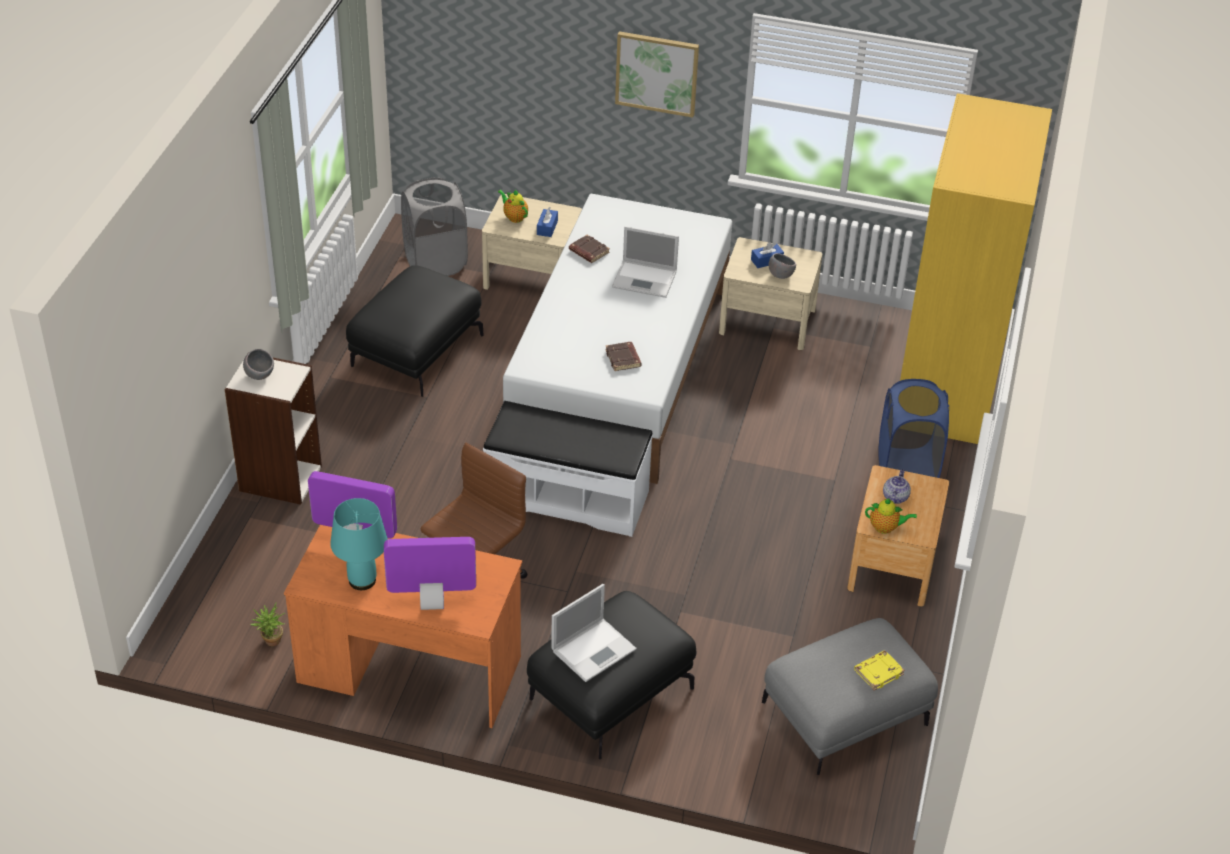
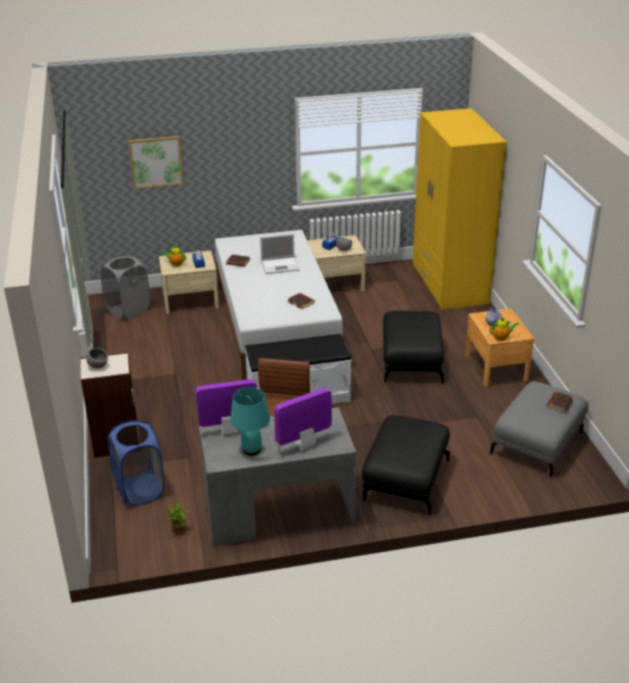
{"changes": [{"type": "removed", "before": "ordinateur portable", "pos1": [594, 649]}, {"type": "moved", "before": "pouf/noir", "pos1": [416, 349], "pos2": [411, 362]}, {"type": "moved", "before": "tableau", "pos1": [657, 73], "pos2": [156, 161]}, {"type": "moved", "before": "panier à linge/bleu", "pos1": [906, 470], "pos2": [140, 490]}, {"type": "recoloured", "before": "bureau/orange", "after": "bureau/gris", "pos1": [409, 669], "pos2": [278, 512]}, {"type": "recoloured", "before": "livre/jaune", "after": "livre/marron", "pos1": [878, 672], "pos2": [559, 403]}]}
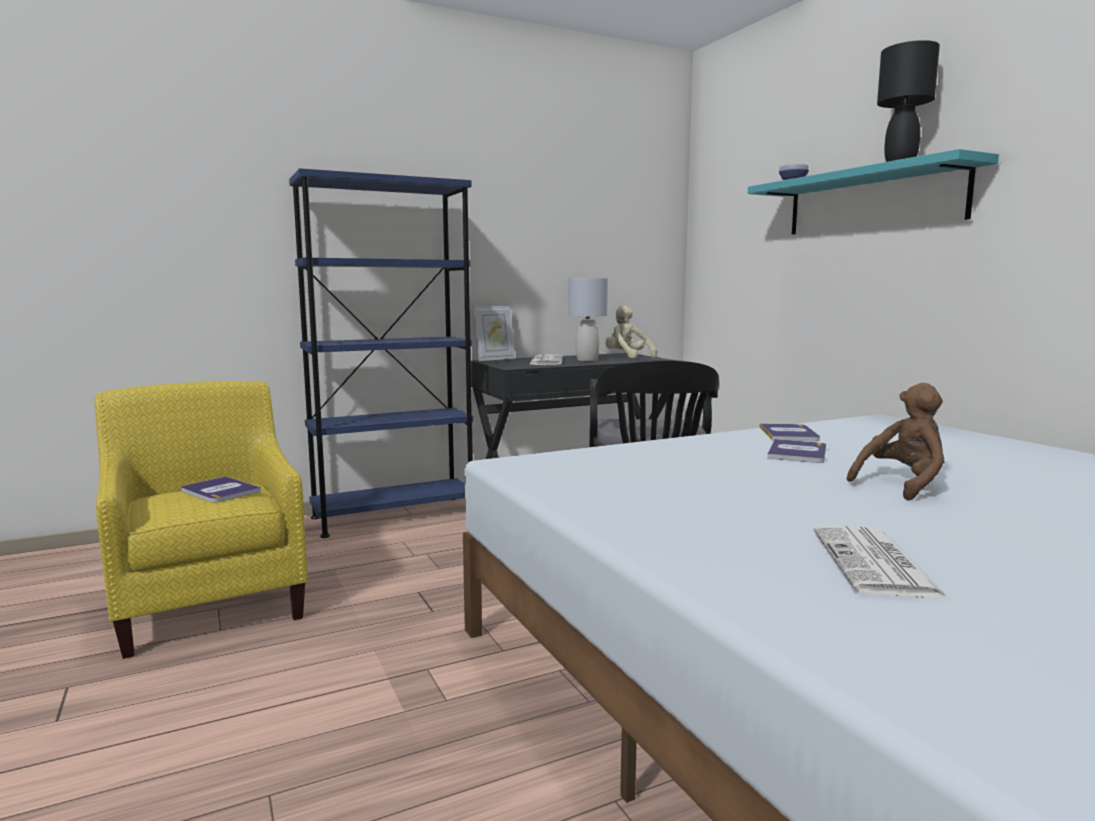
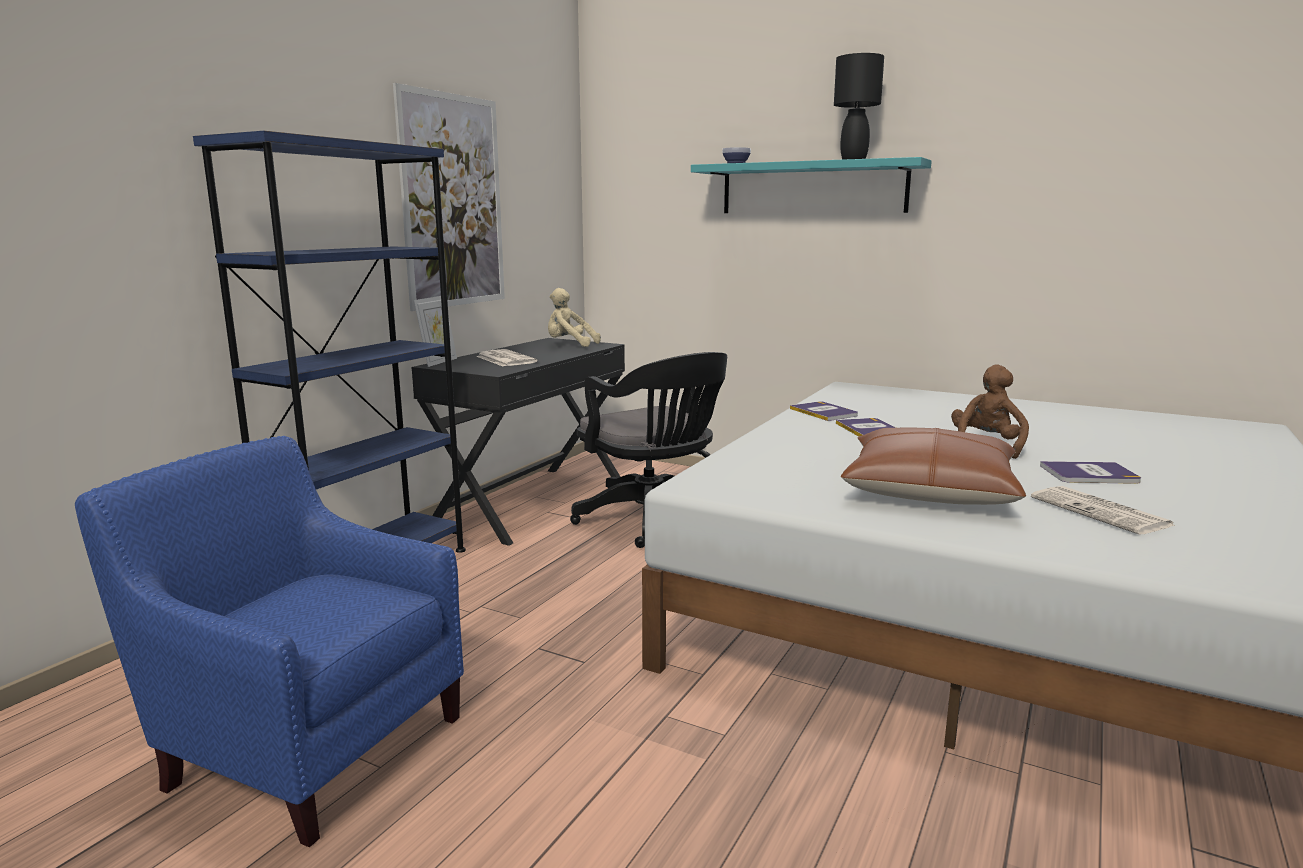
{"changes": [{"type": "removed", "before": "lampe de table/gris", "pos1": [587, 360]}, {"type": "added", "after": "tableau", "pos2": [453, 202]}, {"type": "added", "after": "coussin/marron", "pos2": [929, 490]}, {"type": "moved", "before": "livre", "pos1": [220, 491], "pos2": [1089, 474]}, {"type": "recoloured", "before": "fauteuil/jaune", "after": "fauteuil/bleu", "pos1": [211, 602], "pos2": [309, 742]}]}
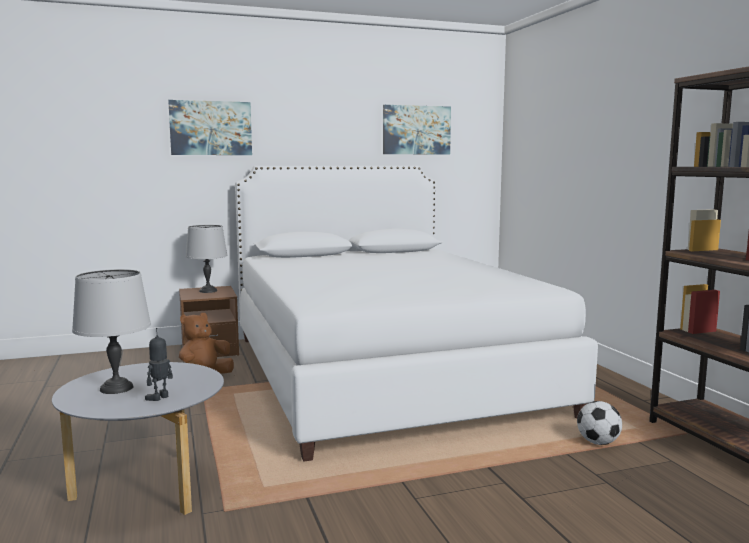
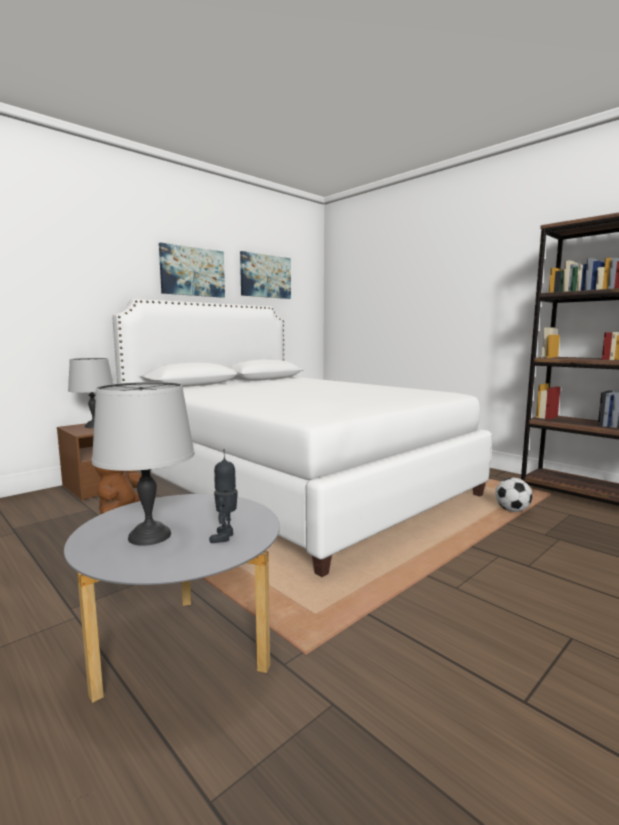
{"changes": [{"type": "moved", "before": "tableau", "pos1": [211, 128], "pos2": [192, 271]}]}
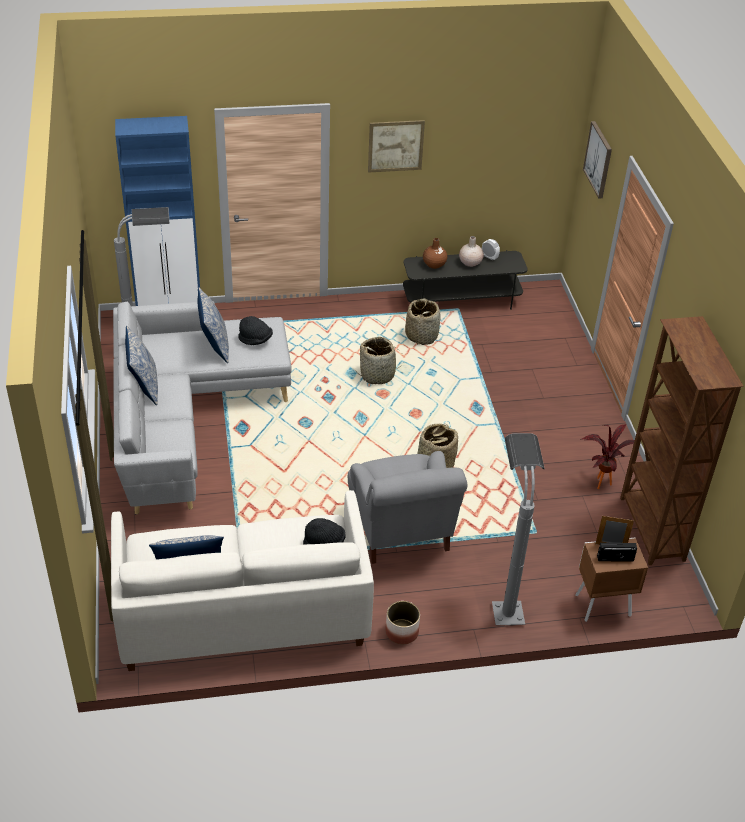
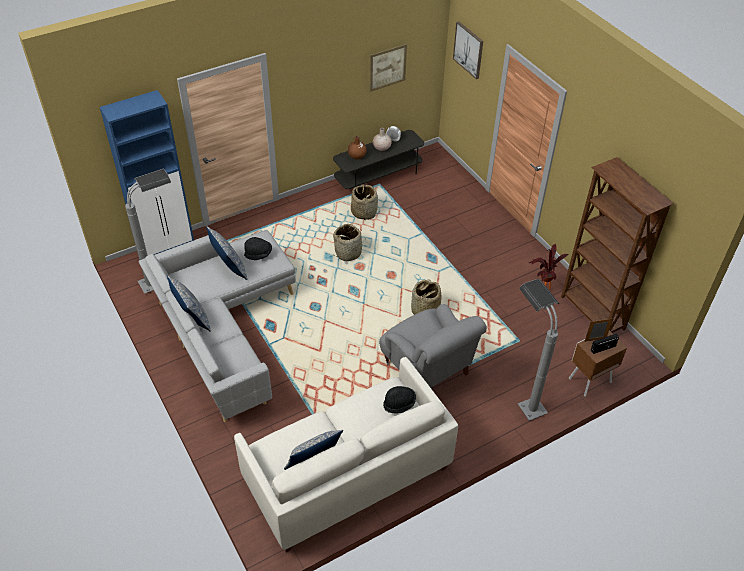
{"changes": [{"type": "removed", "before": "cache-pot", "pos1": [401, 632]}, {"type": "moved", "before": "tableau", "pos1": [395, 146], "pos2": [387, 67]}]}
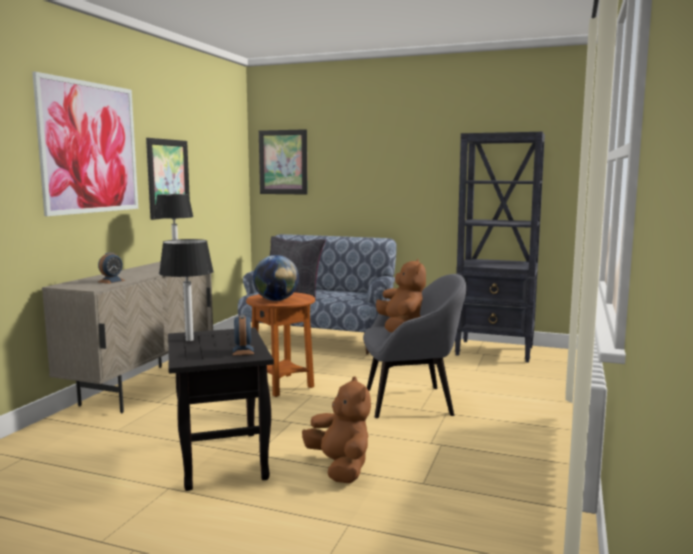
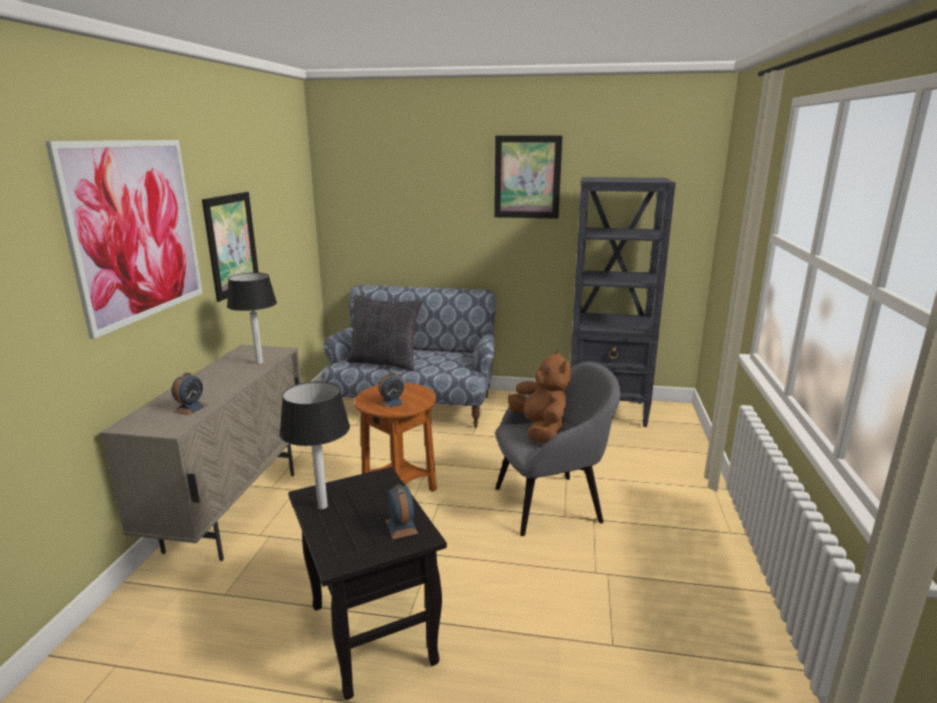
{"changes": [{"type": "removed", "before": "peluche/marron", "pos1": [340, 467]}, {"type": "moved", "before": "tableau", "pos1": [283, 162], "pos2": [527, 177]}, {"type": "replaced", "before": "globe", "after": "réveil", "pos1": [276, 300], "pos2": [392, 403]}]}
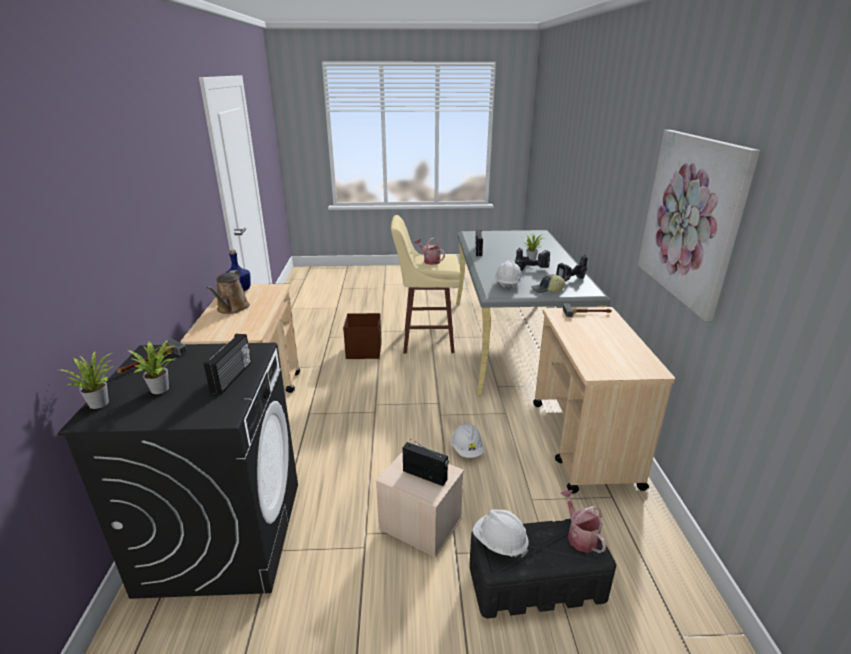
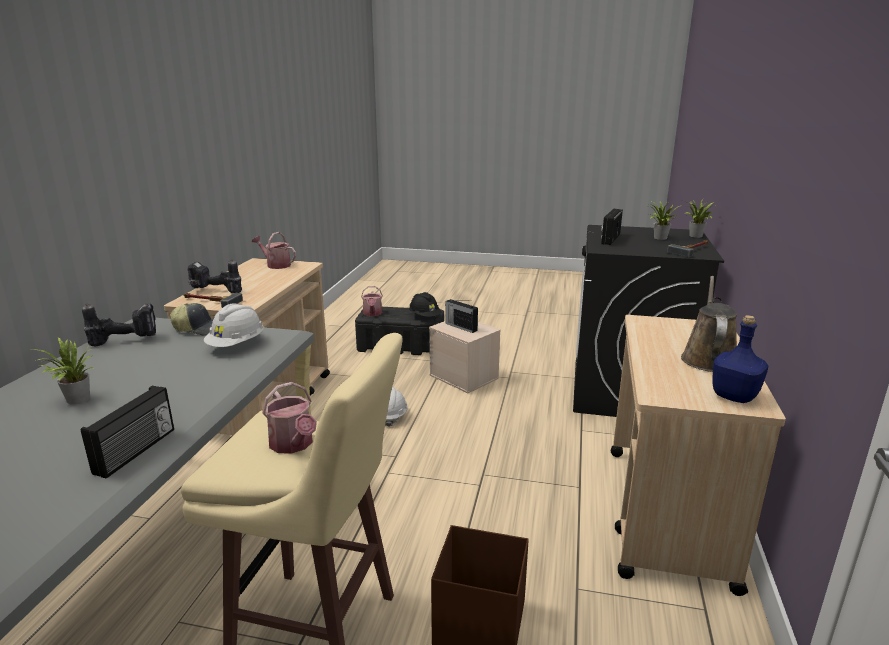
{"changes": [{"type": "removed", "before": "tableau", "pos1": [691, 219]}, {"type": "added", "after": "arrosoir", "pos2": [276, 265]}, {"type": "moved", "before": "perceuse", "pos1": [532, 269], "pos2": [215, 291]}, {"type": "recoloured", "before": "casque de chantier/blanc", "after": "casque de chantier/noir", "pos1": [499, 543], "pos2": [425, 317]}]}
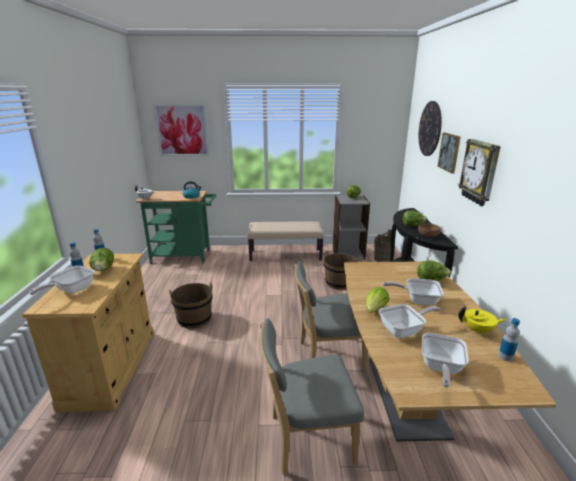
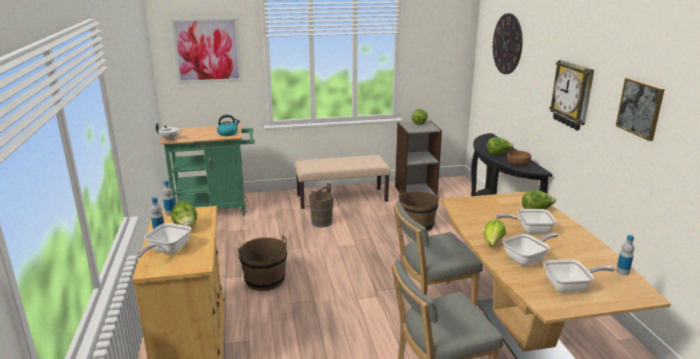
{"changes": [{"type": "removed", "before": "théière/jaune", "pos1": [478, 330]}, {"type": "moved", "before": "seau/marron", "pos1": [382, 259], "pos2": [322, 222]}, {"type": "moved", "before": "tableau", "pos1": [449, 152], "pos2": [640, 108]}, {"type": "turned", "before": "poêle", "pos1": [440, 368], "pos2": [570, 287], "turn": -105}]}
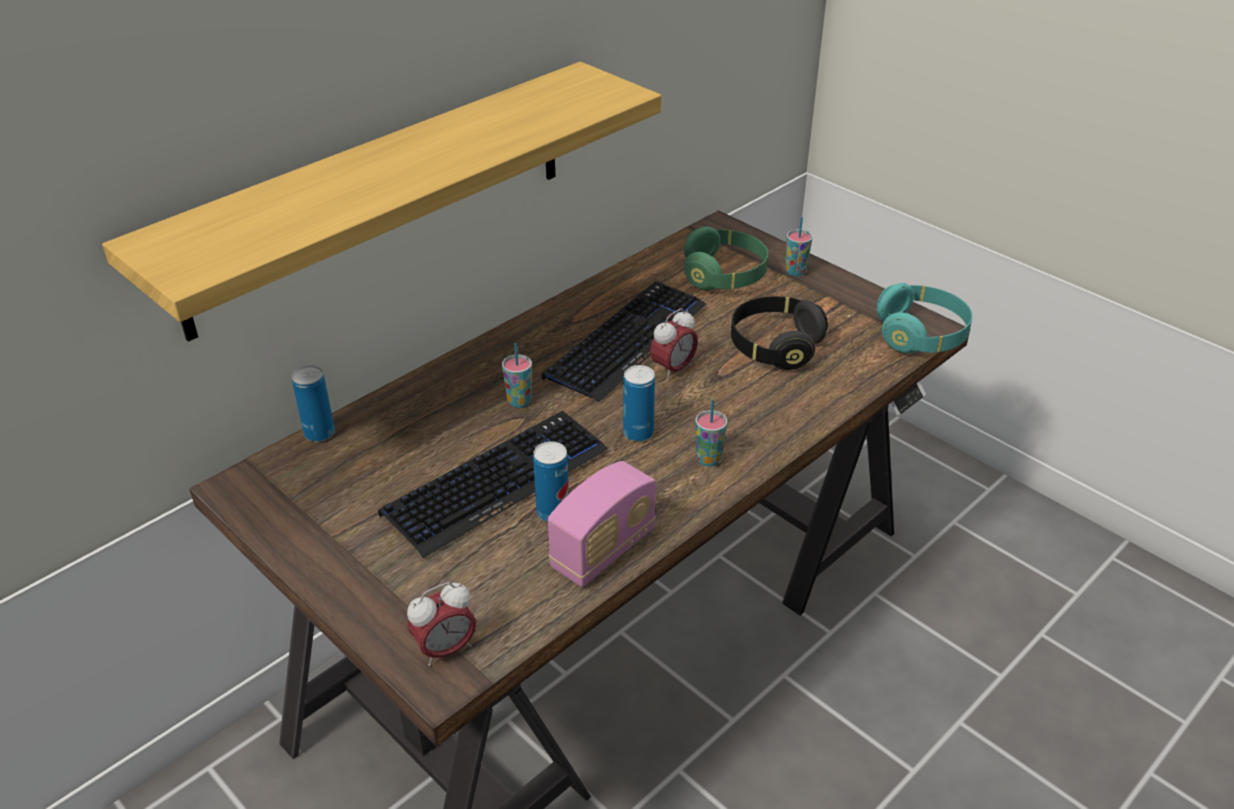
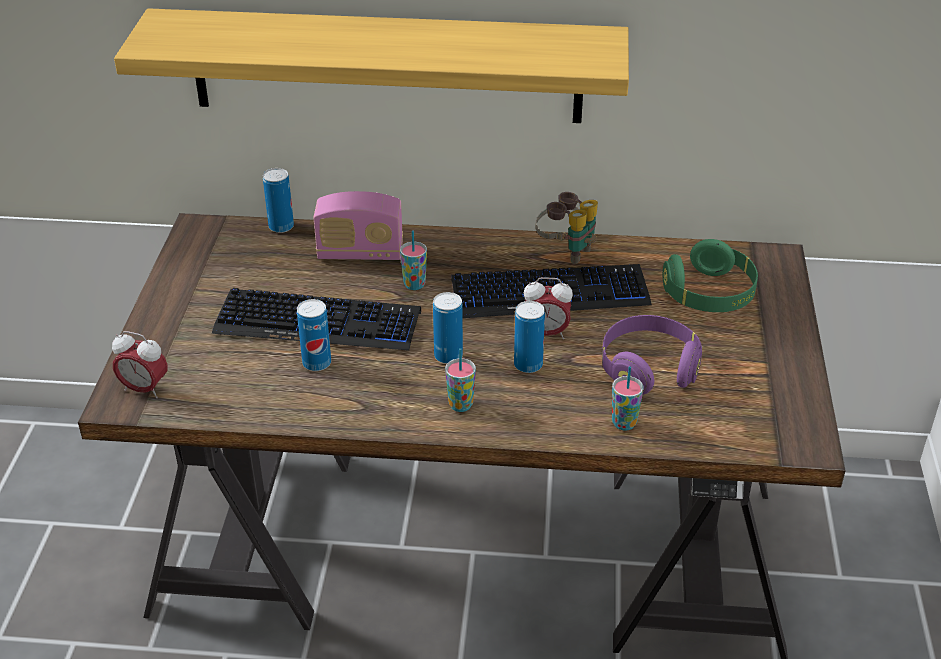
{"changes": [{"type": "removed", "before": "casque audio/turquoise", "pos1": [921, 335]}, {"type": "added", "after": "boîte métallique", "pos2": [528, 365]}, {"type": "added", "after": "jumelles", "pos2": [566, 251]}, {"type": "moved", "before": "radio", "pos1": [603, 550], "pos2": [360, 253]}, {"type": "moved", "before": "tasse", "pos1": [795, 271], "pos2": [624, 423]}, {"type": "recoloured", "before": "casque audio/noir", "after": "casque audio/violet", "pos1": [774, 347], "pos2": [648, 369]}]}
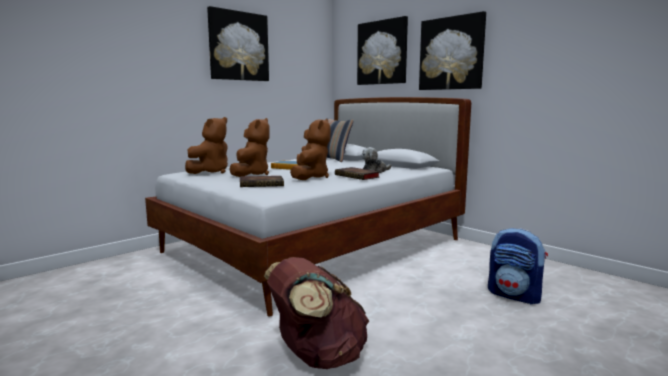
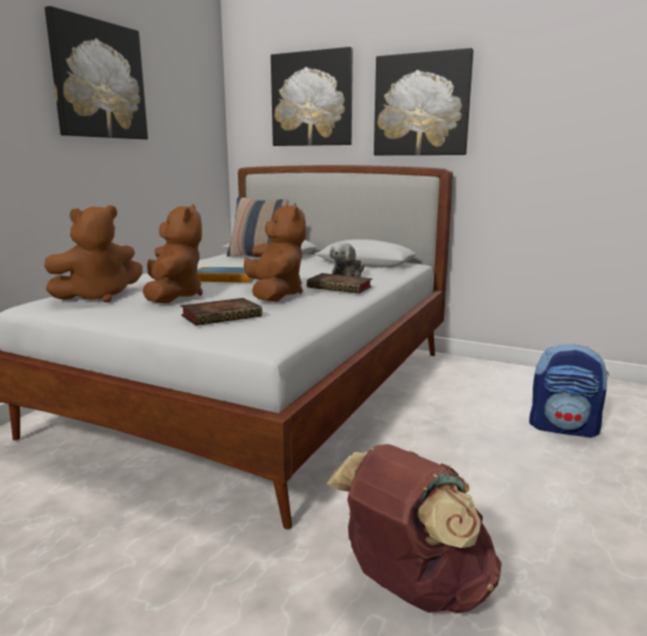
{"changes": [{"type": "turned", "before": "peluche/marron", "pos1": [210, 172], "pos2": [99, 297], "turn": 45}]}
